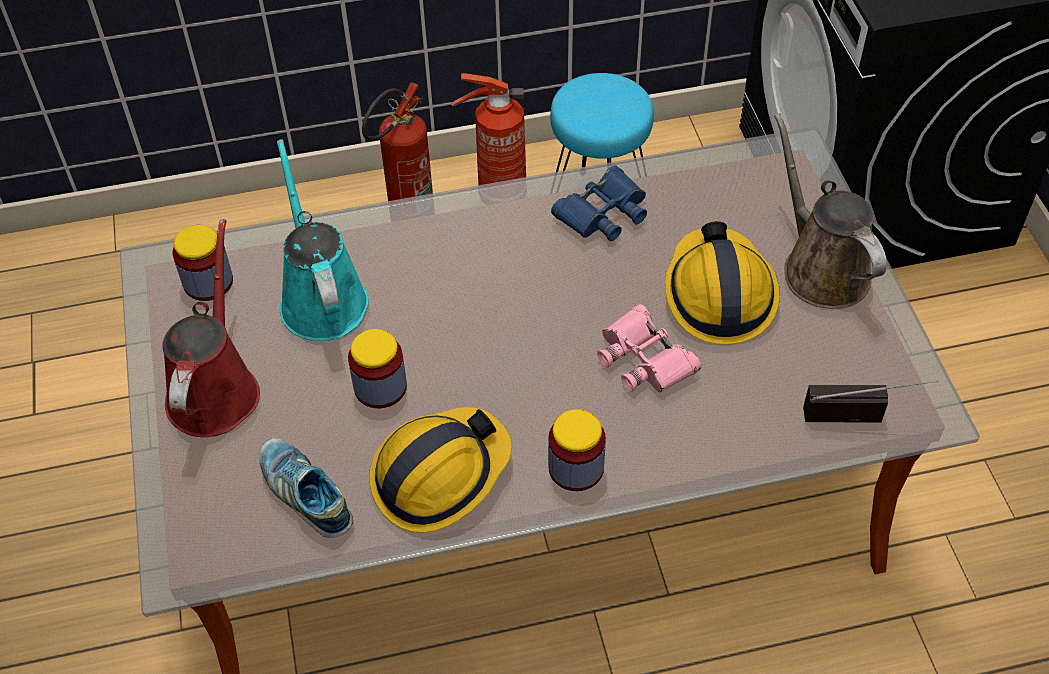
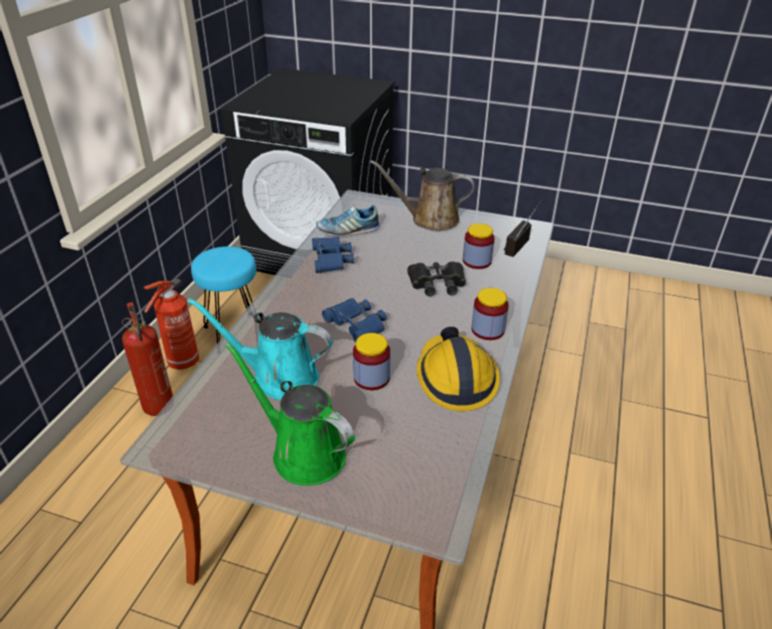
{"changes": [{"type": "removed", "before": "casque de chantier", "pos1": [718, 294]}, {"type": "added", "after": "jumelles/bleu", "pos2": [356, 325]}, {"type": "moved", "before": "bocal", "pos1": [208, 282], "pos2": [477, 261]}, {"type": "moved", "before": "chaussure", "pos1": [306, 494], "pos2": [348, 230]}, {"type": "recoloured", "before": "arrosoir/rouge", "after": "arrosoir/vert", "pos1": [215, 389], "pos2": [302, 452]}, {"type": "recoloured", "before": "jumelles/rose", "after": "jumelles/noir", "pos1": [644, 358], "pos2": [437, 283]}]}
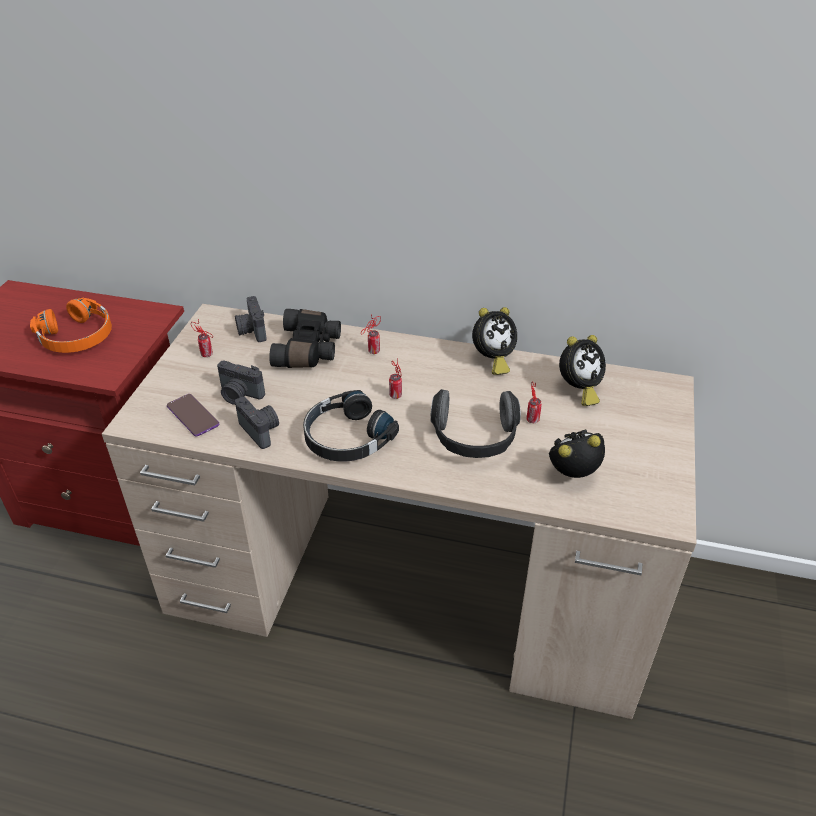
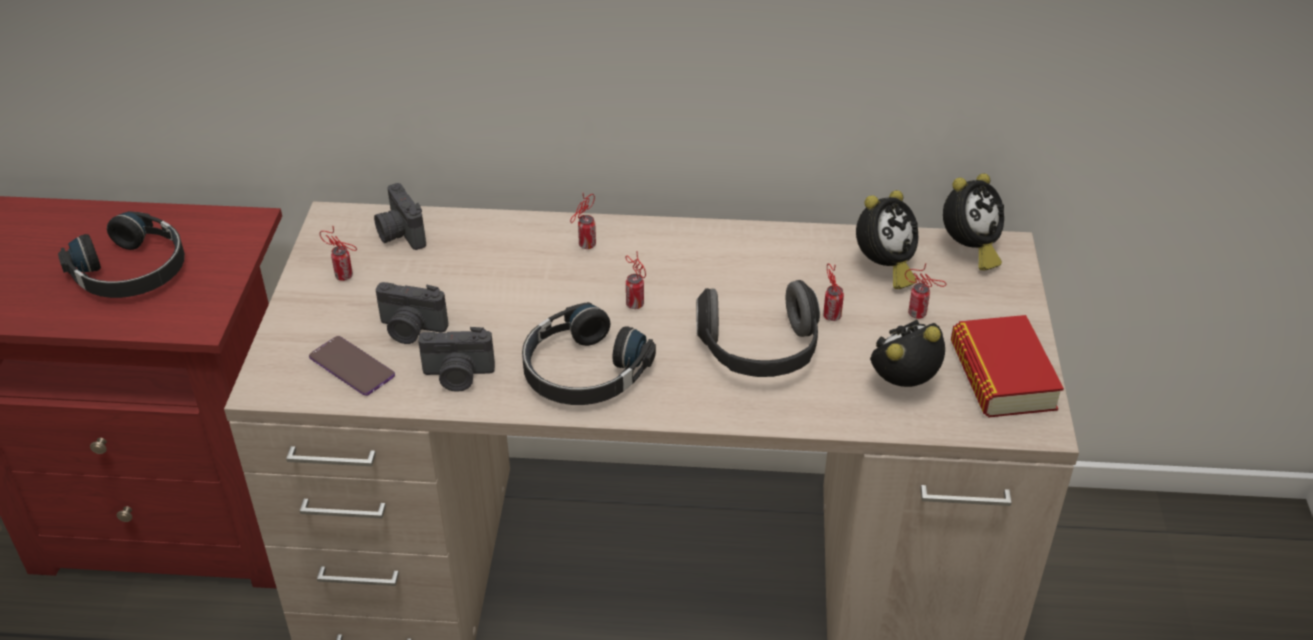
{"changes": [{"type": "removed", "before": "jumelles/noir", "pos1": [309, 350]}, {"type": "added", "after": "boîte métallique", "pos2": [919, 314]}, {"type": "added", "after": "livre", "pos2": [1002, 376]}, {"type": "moved", "before": "réveil", "pos1": [492, 360], "pos2": [968, 250]}, {"type": "recoloured", "before": "casque audio/orange", "after": "casque audio/noir", "pos1": [77, 336], "pos2": [132, 271]}, {"type": "turned", "before": "appareil photo", "pos1": [261, 430], "pos2": [458, 376], "turn": 135}]}
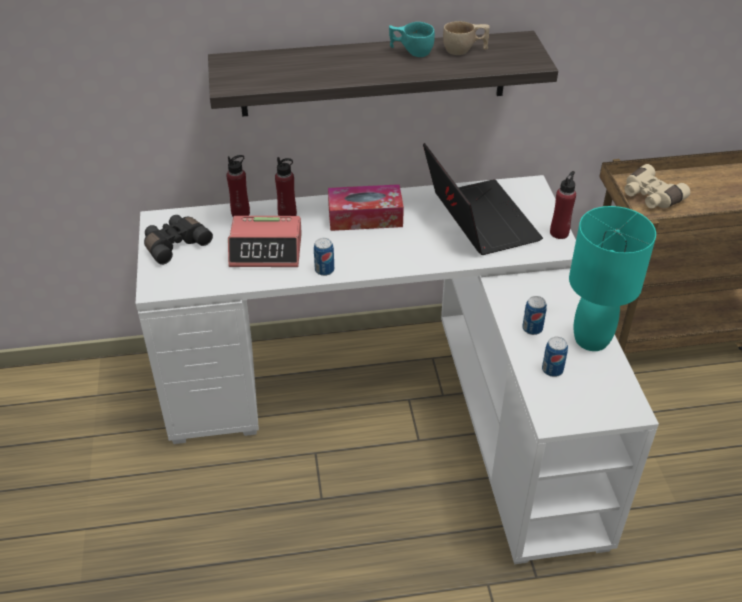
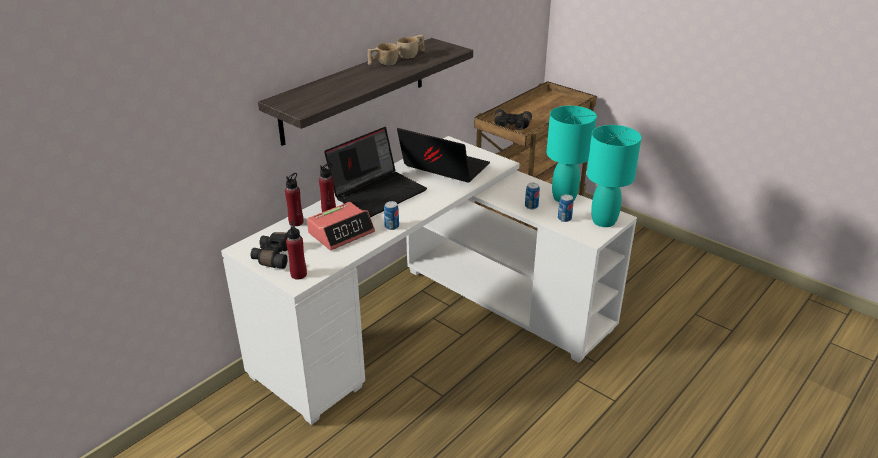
{"changes": [{"type": "added", "after": "lampe de table/turquoise", "pos2": [604, 221]}, {"type": "moved", "before": "bouteille/rouge", "pos1": [559, 233], "pos2": [298, 274]}, {"type": "replaced", "before": "boîte à mouchoirs", "after": "ordinateur portable", "pos1": [365, 217], "pos2": [378, 192]}, {"type": "recoloured", "before": "tasse/turquoise", "after": "tasse/beige", "pos1": [411, 51], "pos2": [383, 64]}, {"type": "recoloured", "before": "jumelles/beige", "after": "jumelles/noir", "pos1": [650, 196], "pos2": [511, 126]}]}
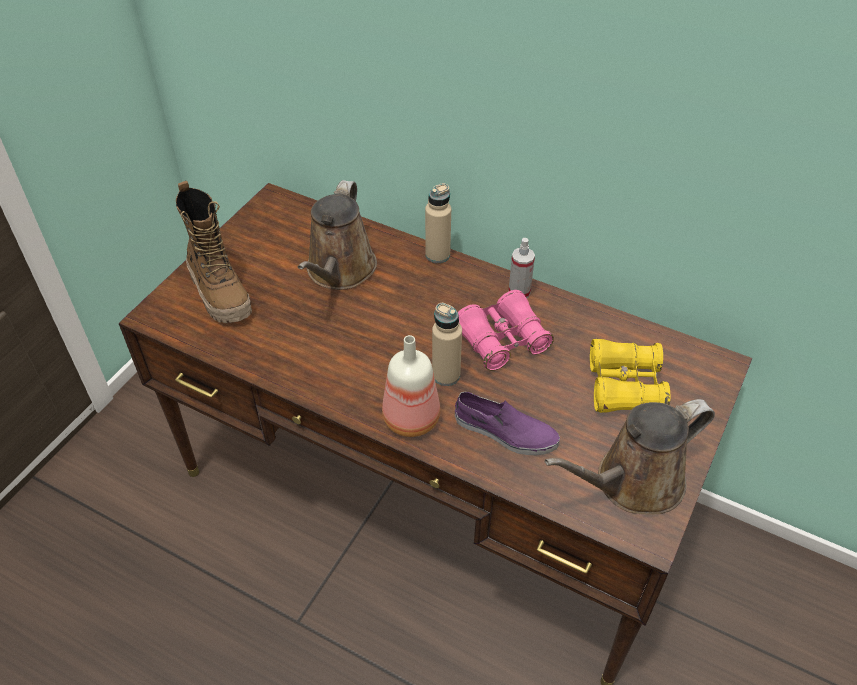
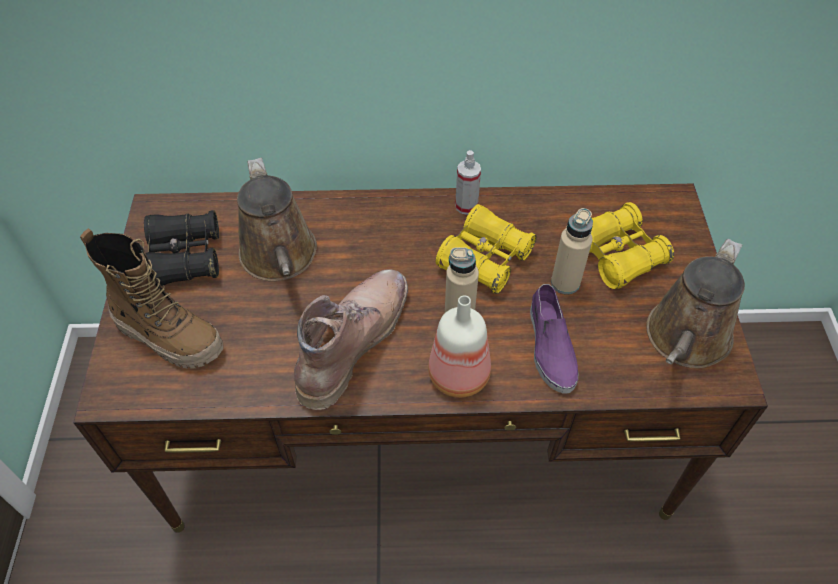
{"changes": [{"type": "added", "after": "jumelles/noir", "pos2": [184, 258]}, {"type": "added", "after": "botte/marron", "pos2": [352, 340]}, {"type": "moved", "before": "bouteille/beige", "pos1": [437, 255], "pos2": [565, 283]}, {"type": "recoloured", "before": "jumelles/rose", "after": "jumelles/jaune", "pos1": [502, 340], "pos2": [485, 259]}, {"type": "turned", "before": "chaussure/violet", "pos1": [505, 432], "pos2": [550, 346], "turn": 90}]}
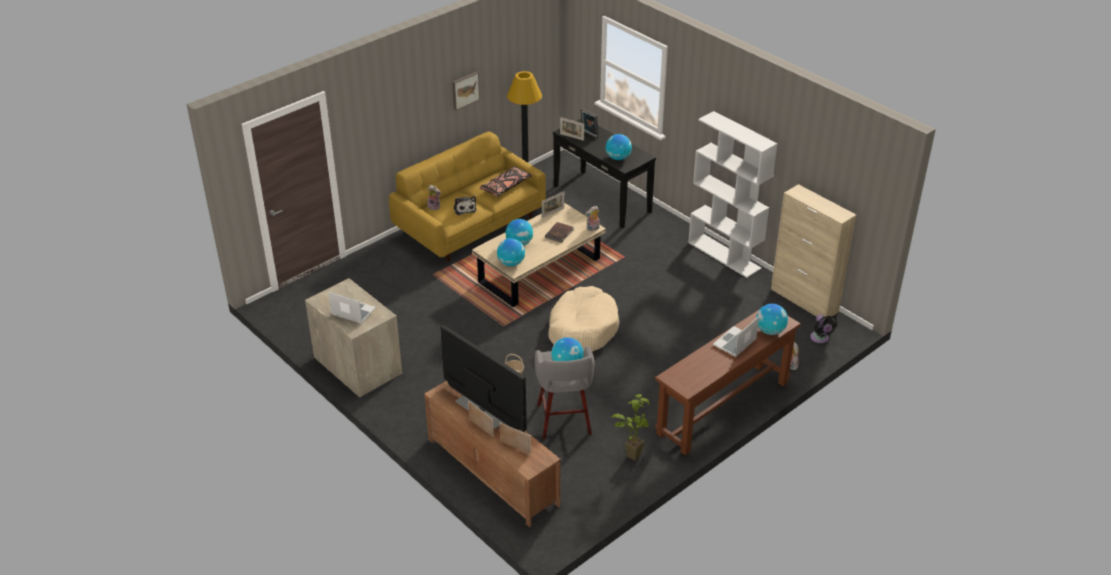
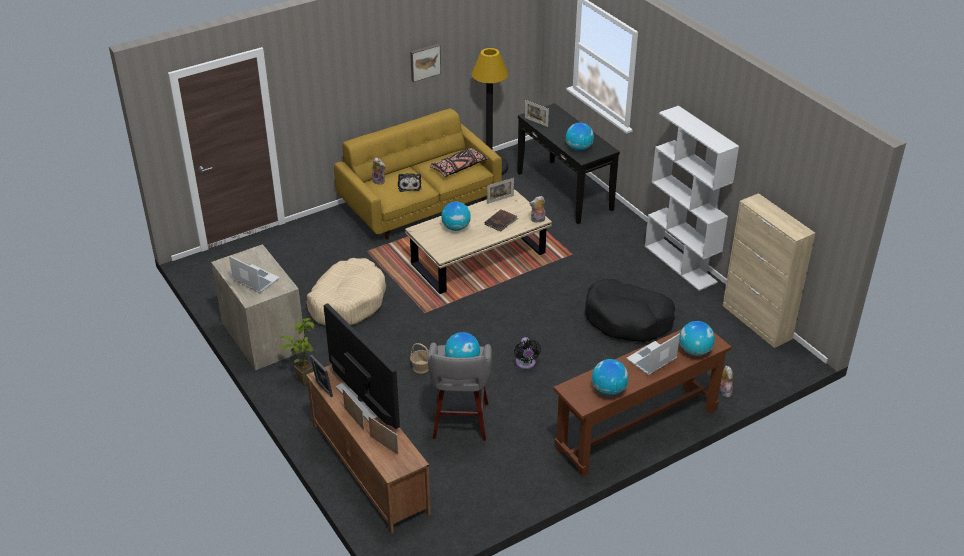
{"changes": [{"type": "added", "after": "panier pour chien/noir", "pos2": [628, 319]}, {"type": "moved", "before": "globe", "pos1": [511, 263], "pos2": [608, 390]}, {"type": "moved", "before": "panier pour chien/beige", "pos1": [582, 329], "pos2": [347, 302]}, {"type": "moved", "before": "cadre photo", "pos1": [589, 135], "pos2": [323, 389]}, {"type": "moved", "before": "plante en pot", "pos1": [630, 453], "pos2": [303, 378]}, {"type": "moved", "before": "ventilateur/noir", "pos1": [820, 338], "pos2": [525, 364]}]}
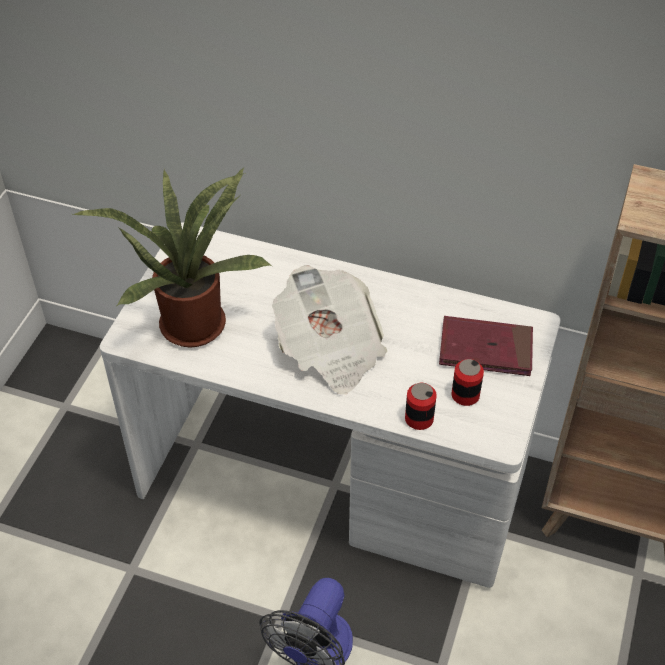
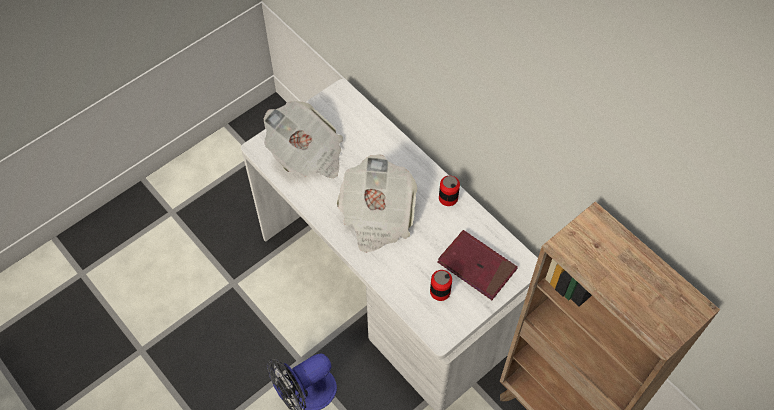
{"changes": [{"type": "moved", "before": "boîte métallique", "pos1": [419, 419], "pos2": [448, 198]}, {"type": "replaced", "before": "plante en pot", "after": "journal", "pos1": [193, 320], "pos2": [307, 154]}]}
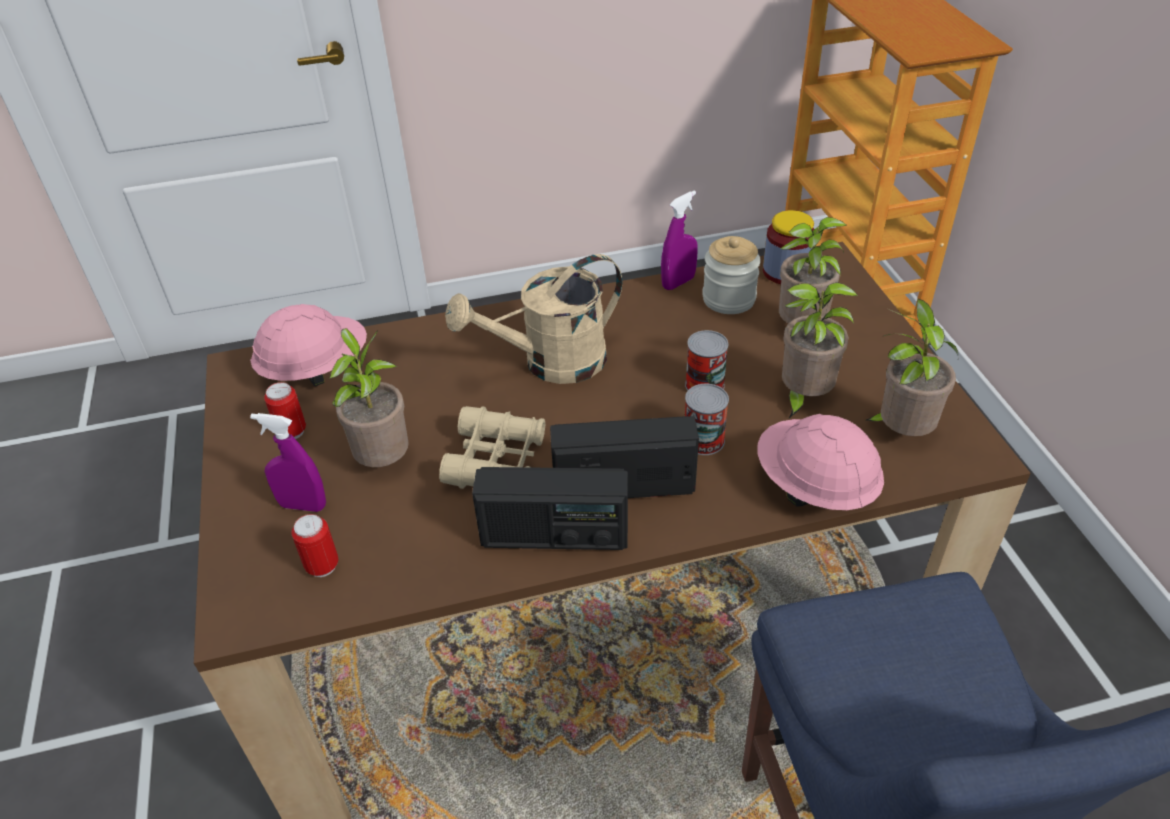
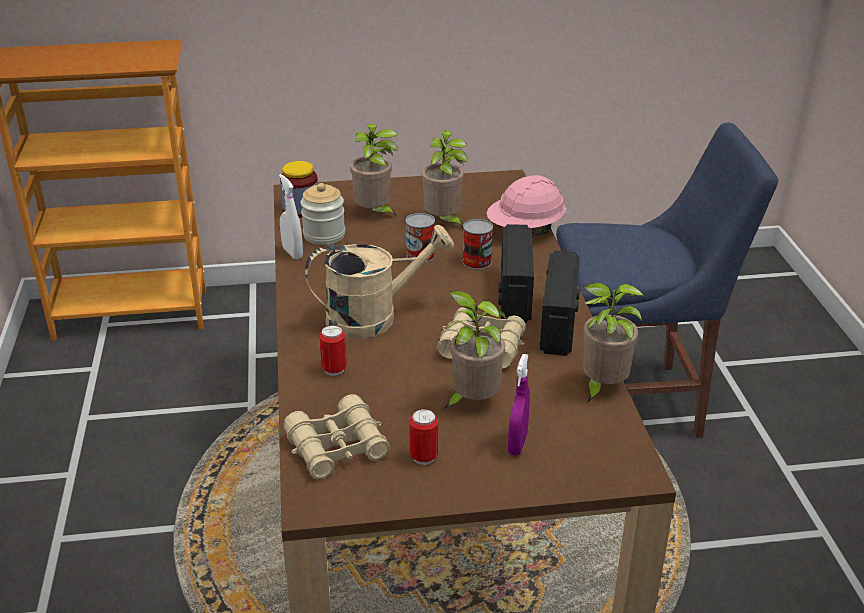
{"changes": [{"type": "moved", "before": "boîte métallique", "pos1": [322, 566], "pos2": [334, 369]}, {"type": "moved", "before": "plante en pot", "pos1": [900, 432], "pos2": [602, 388]}, {"type": "replaced", "before": "casque de chantier/rose", "after": "jumelles/beige", "pos1": [316, 369], "pos2": [337, 447]}, {"type": "recoloured", "before": "vaporisateur/violet", "after": "vaporisateur/blanc", "pos1": [678, 282], "pos2": [292, 253]}, {"type": "turned", "before": "arrosoir/beige", "pos1": [551, 363], "pos2": [374, 317], "turn": -90}]}
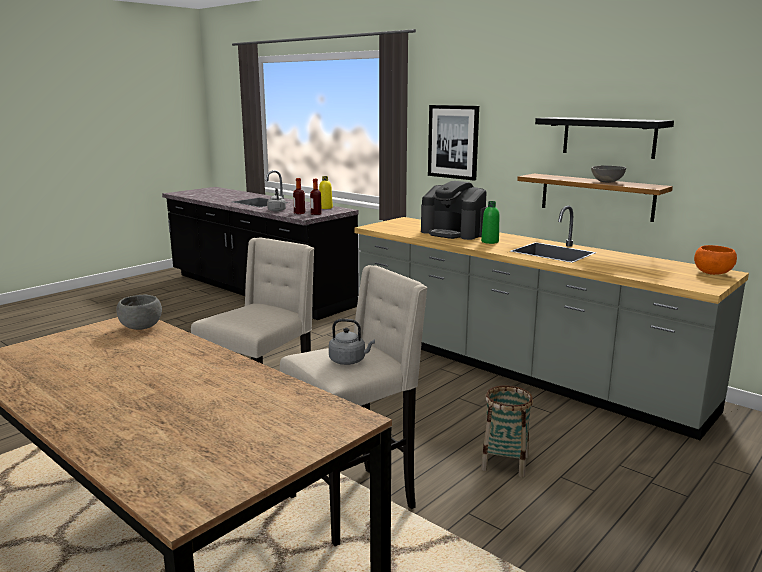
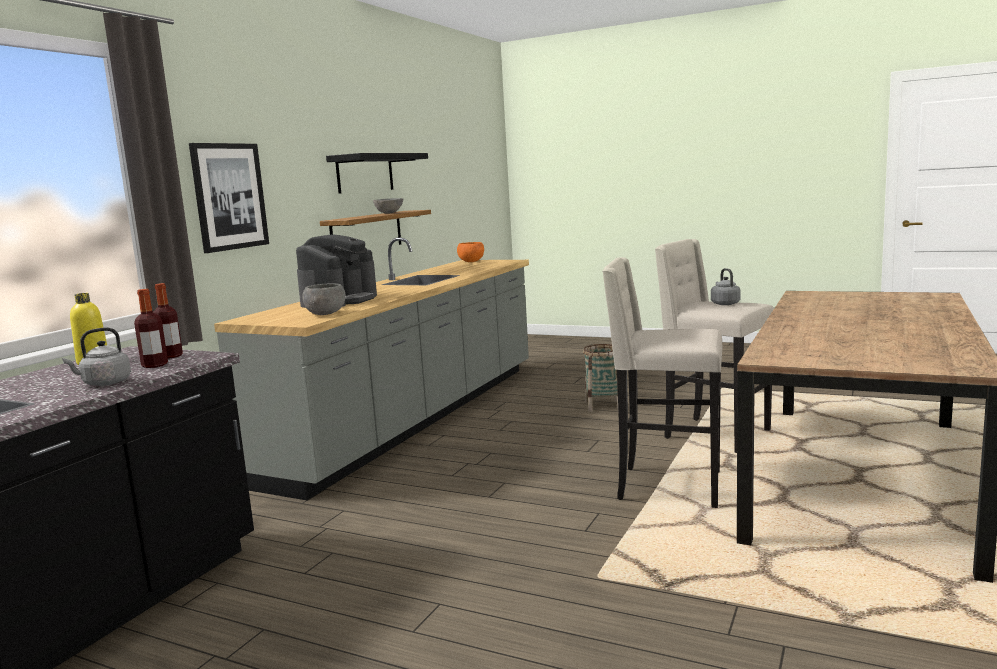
{"changes": [{"type": "removed", "before": "bouteille/vert", "pos1": [490, 242]}, {"type": "moved", "before": "bol/gris", "pos1": [141, 328], "pos2": [326, 314]}]}
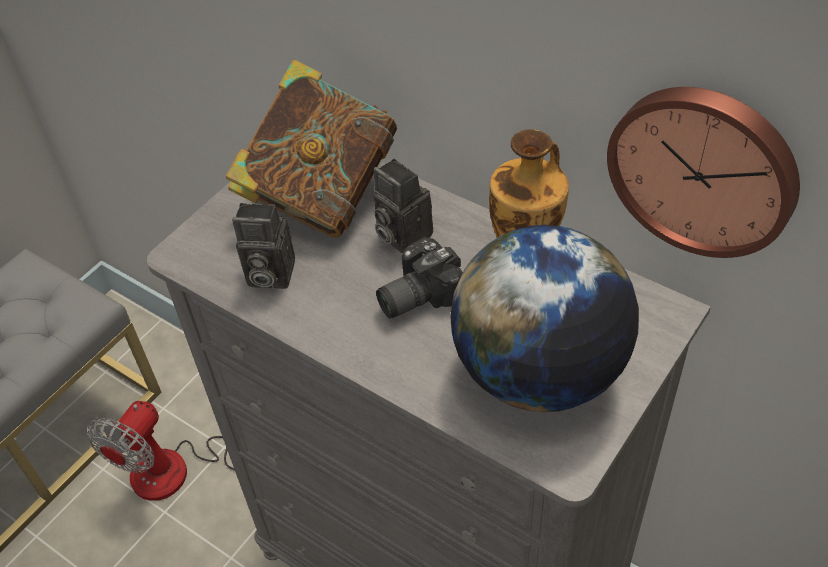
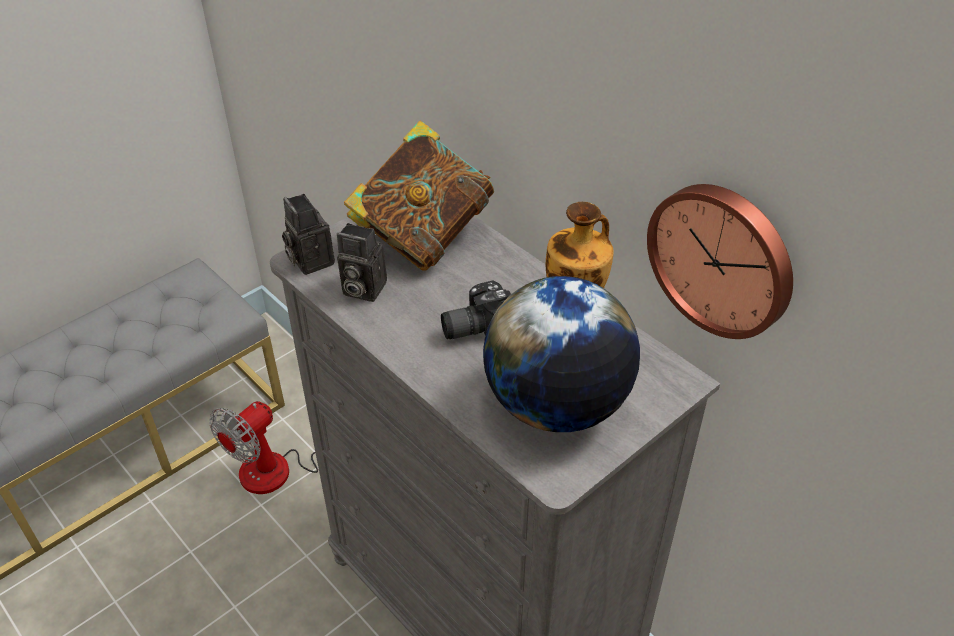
{"changes": [{"type": "moved", "before": "appareil photo", "pos1": [400, 235], "pos2": [309, 260]}]}
